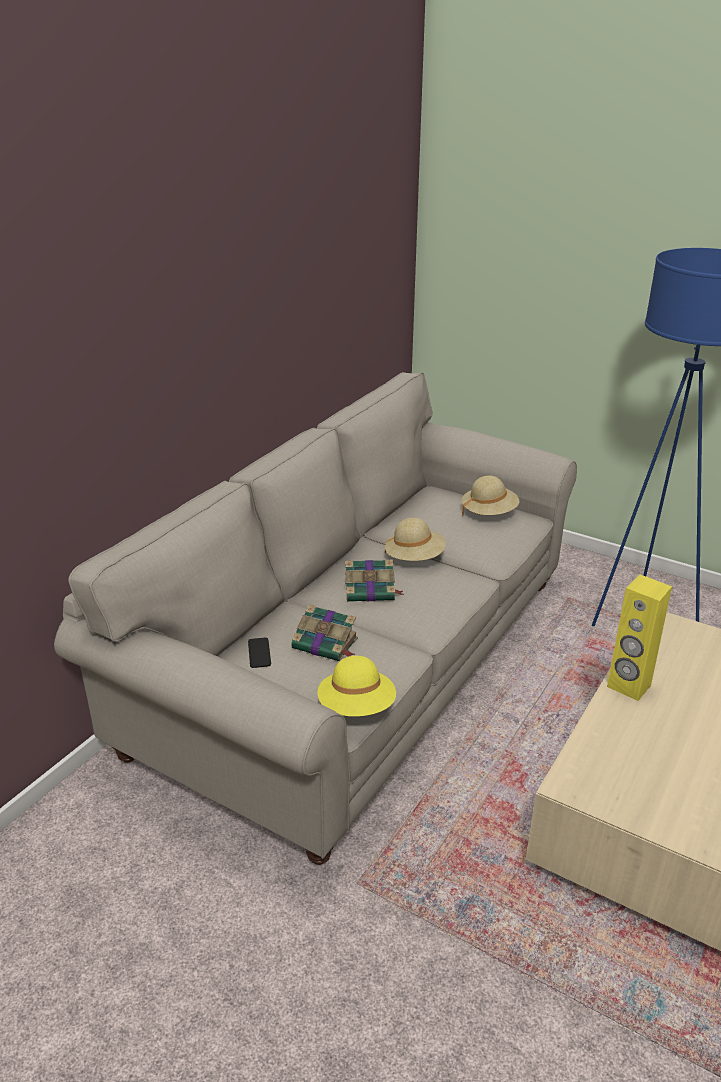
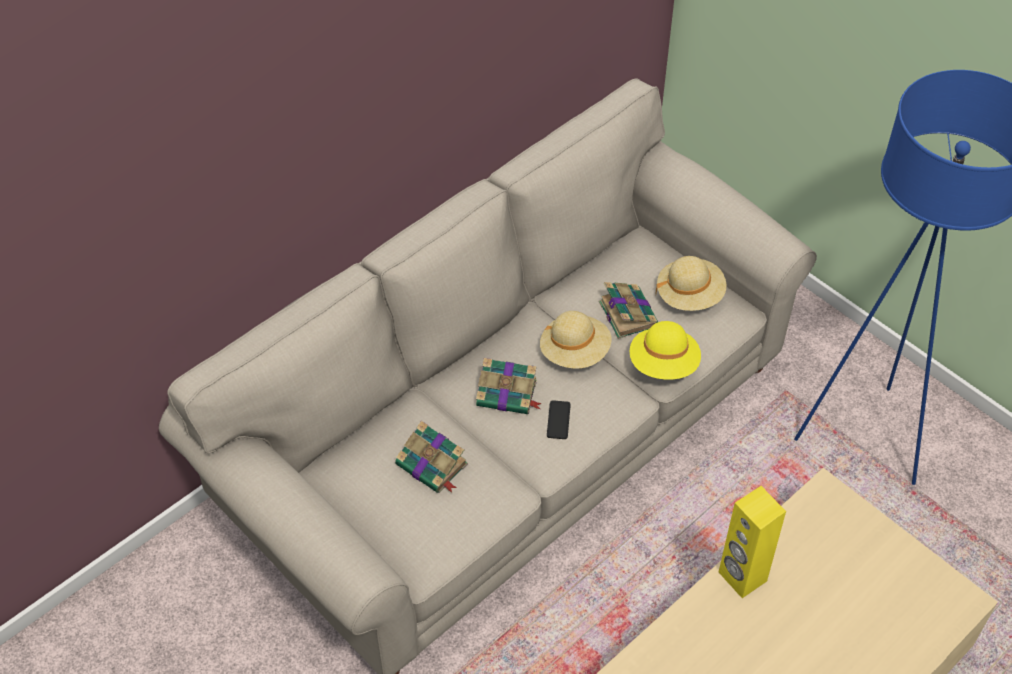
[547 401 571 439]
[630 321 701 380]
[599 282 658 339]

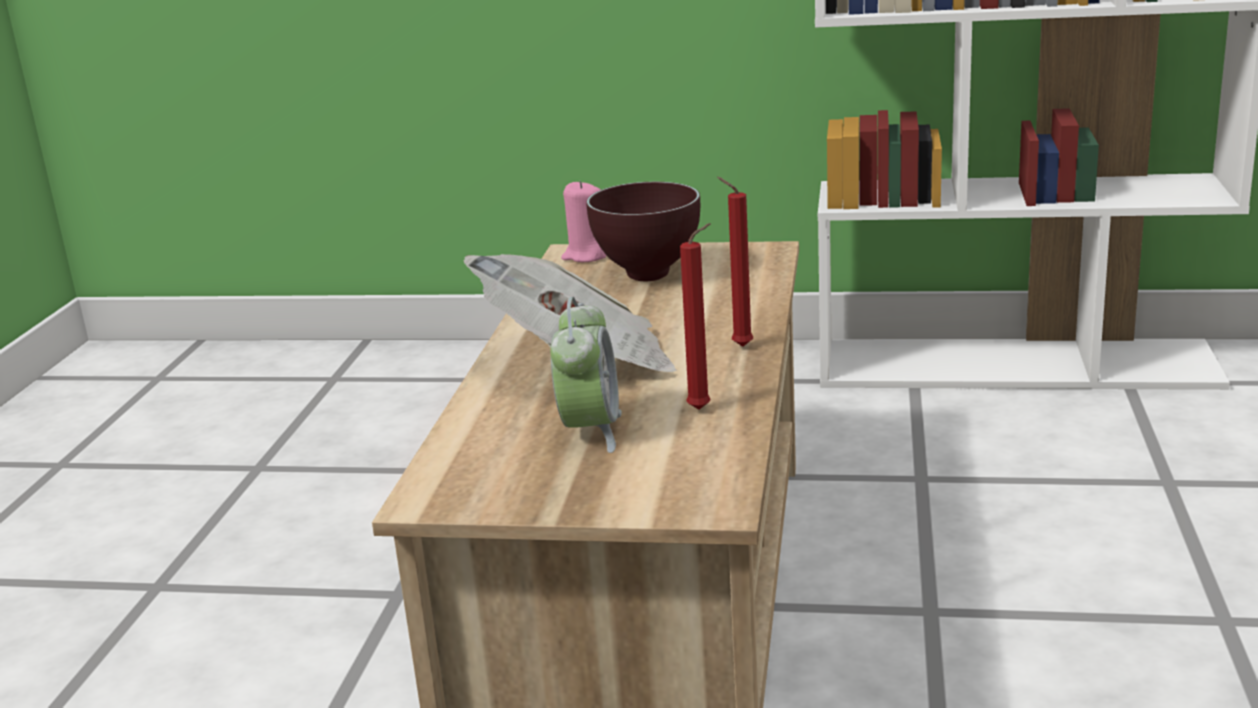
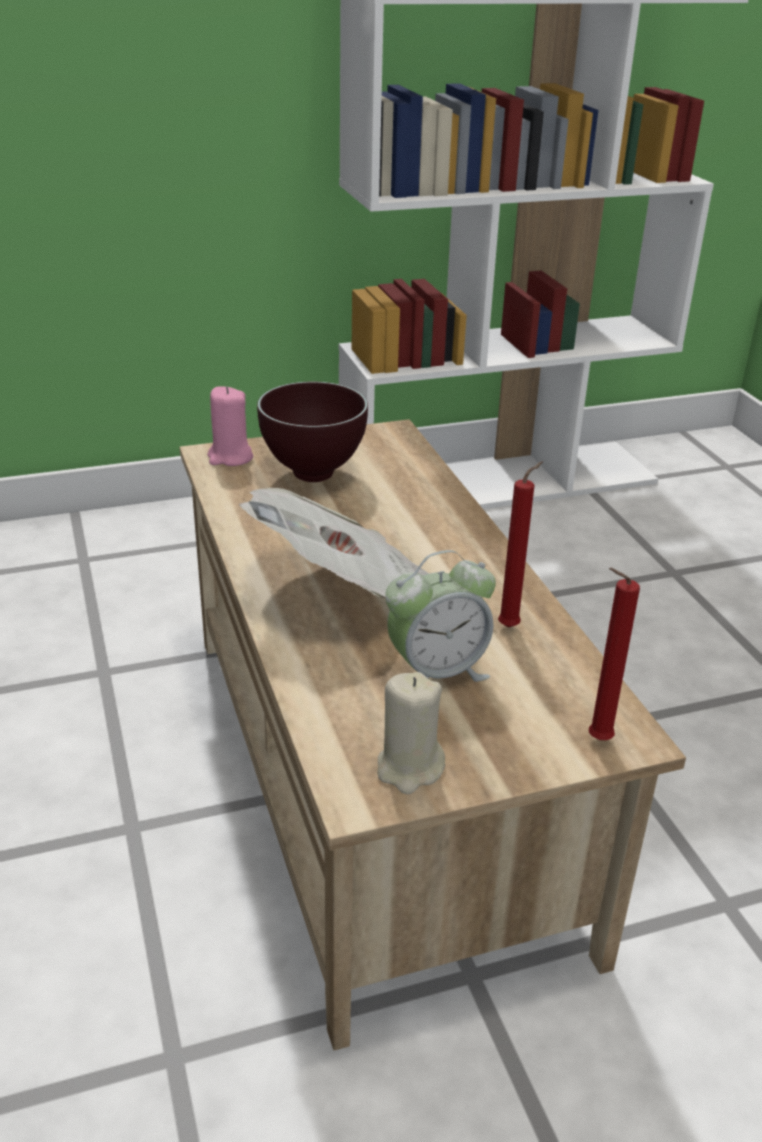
[589 568 640 740]
[385 550 496 682]
[377 672 445 794]

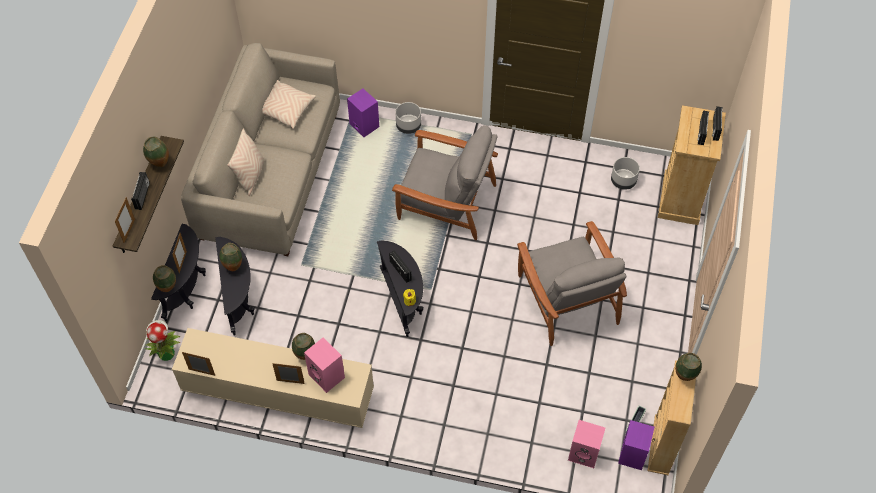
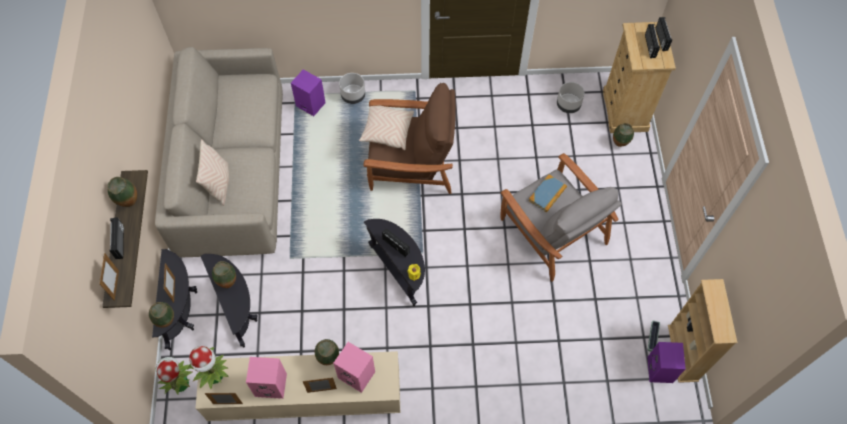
[359 105 414 150]
[364 83 456 194]
[613 123 634 147]
[246 357 287 399]
[529 174 567 212]
[187 346 229 389]

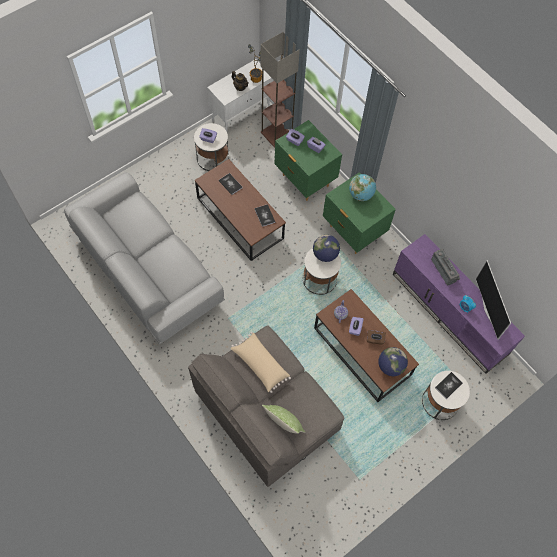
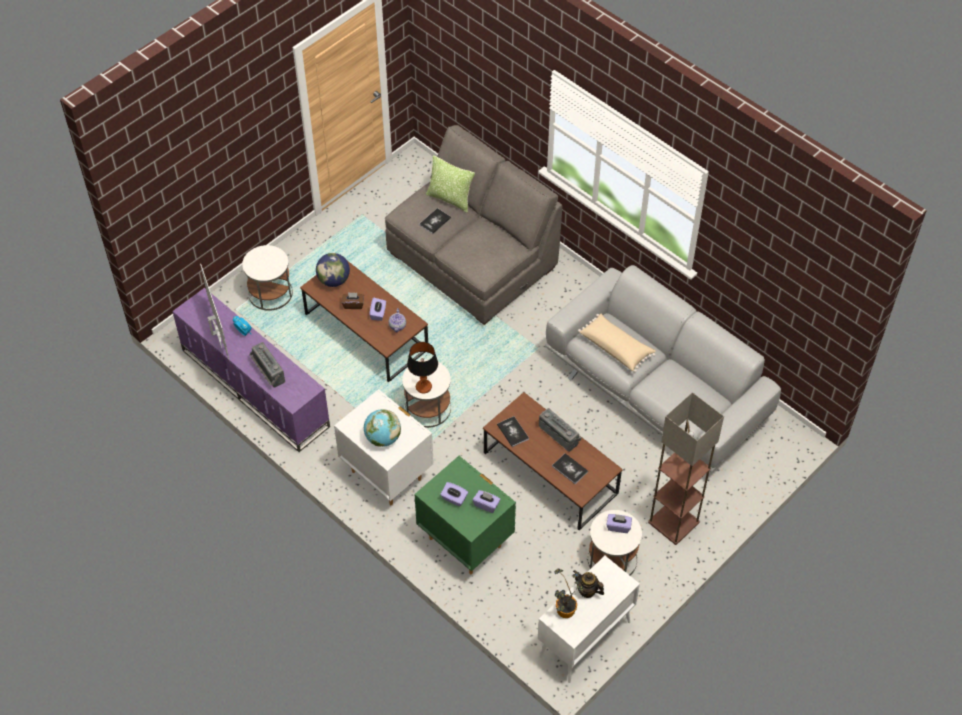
[648 392 724 545]
[334 389 434 506]
[407 342 438 393]
[578 314 656 372]
[419 208 451 234]
[539 408 582 452]

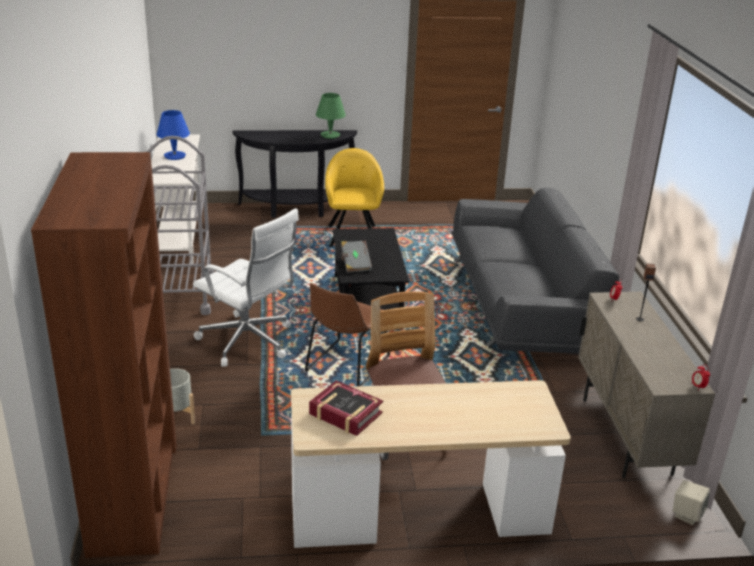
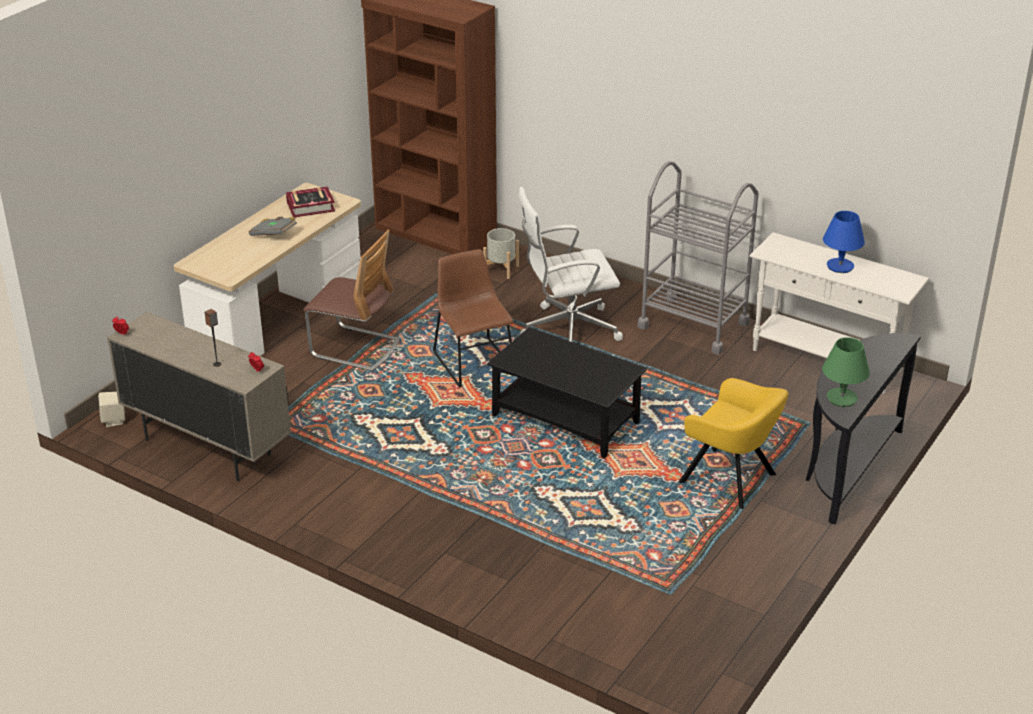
[451 188 619 354] (first image)
[249 217 297 236]

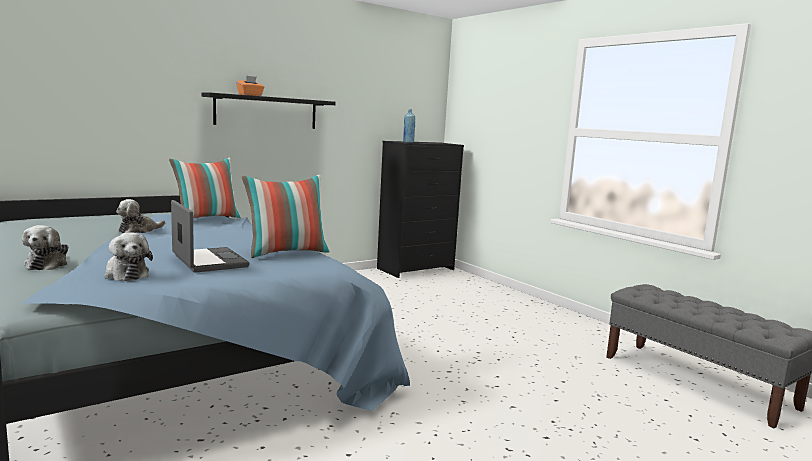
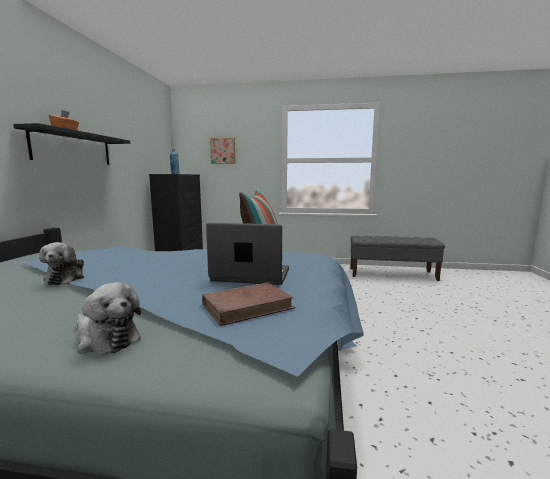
[169 158 241 218] (first image)
[202 282 295 326]
[210 138 235 164]

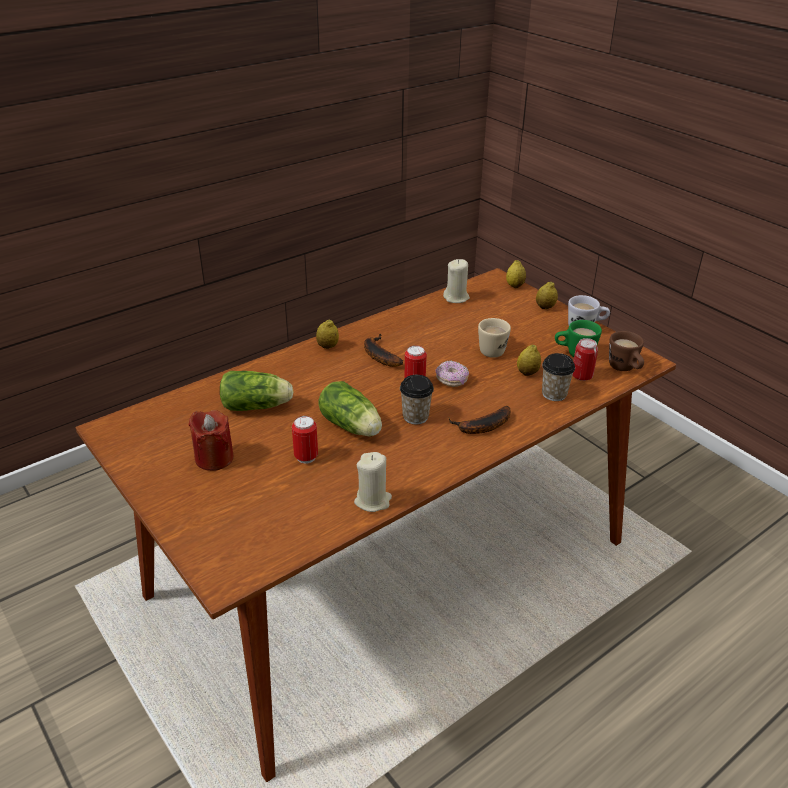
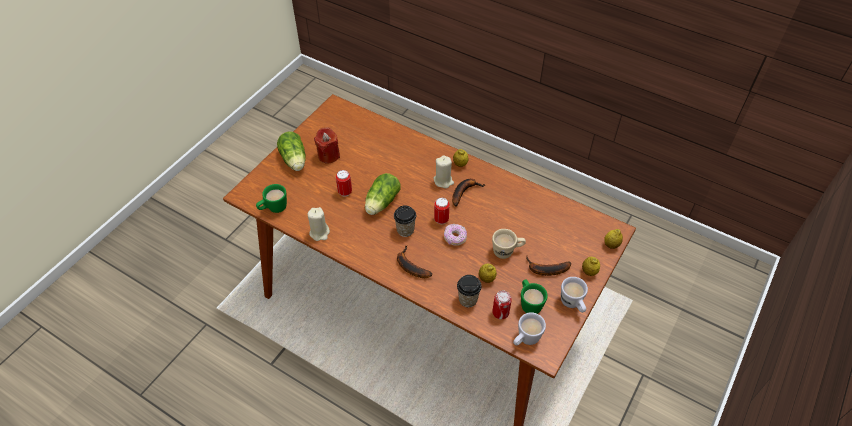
[434 155 454 188]
[513 312 546 346]
[277 131 306 171]
[256 184 287 213]
[526 255 571 276]

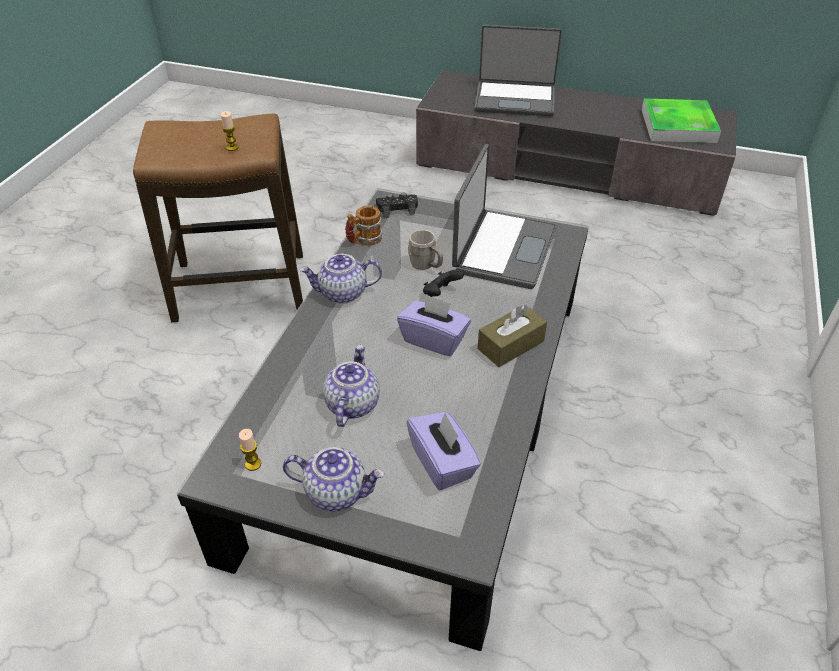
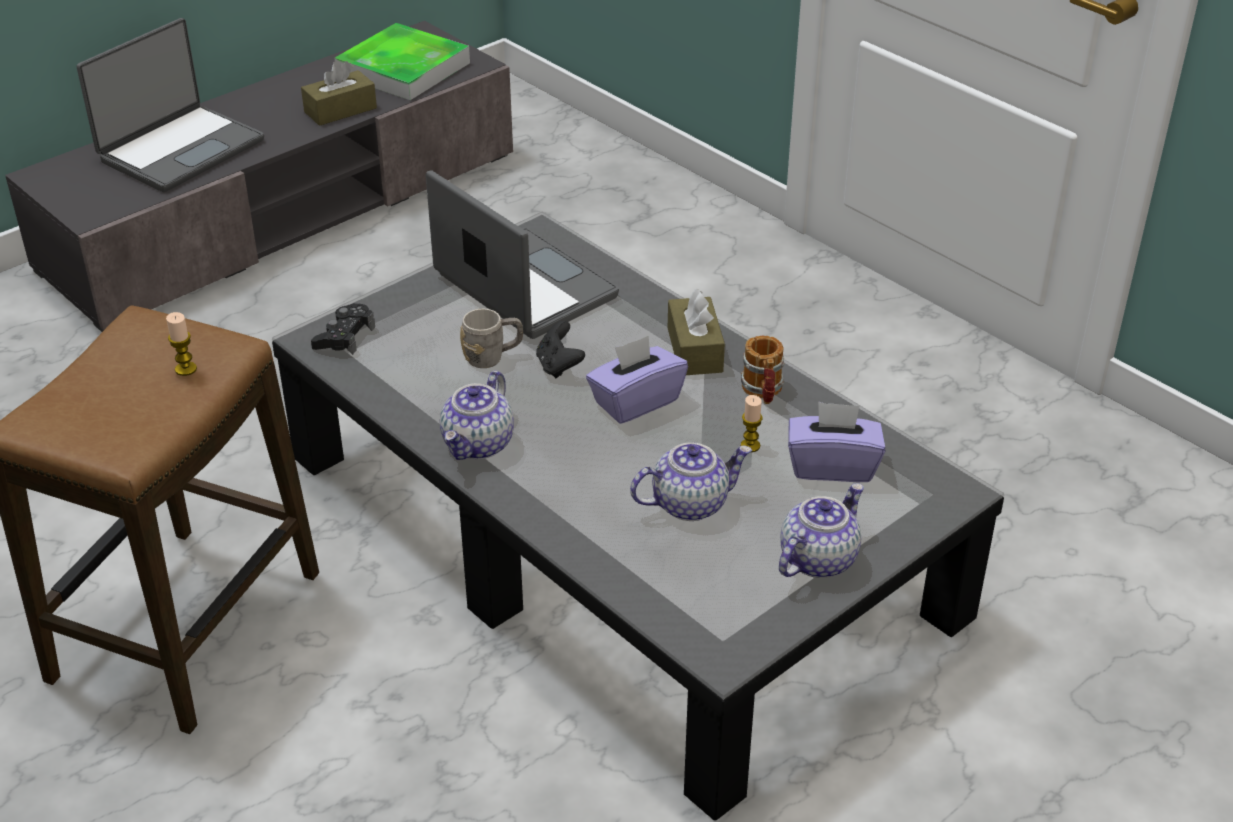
[741 335 784 404]
[630 443 752 521]
[741 395 763 452]
[301 61 377 126]

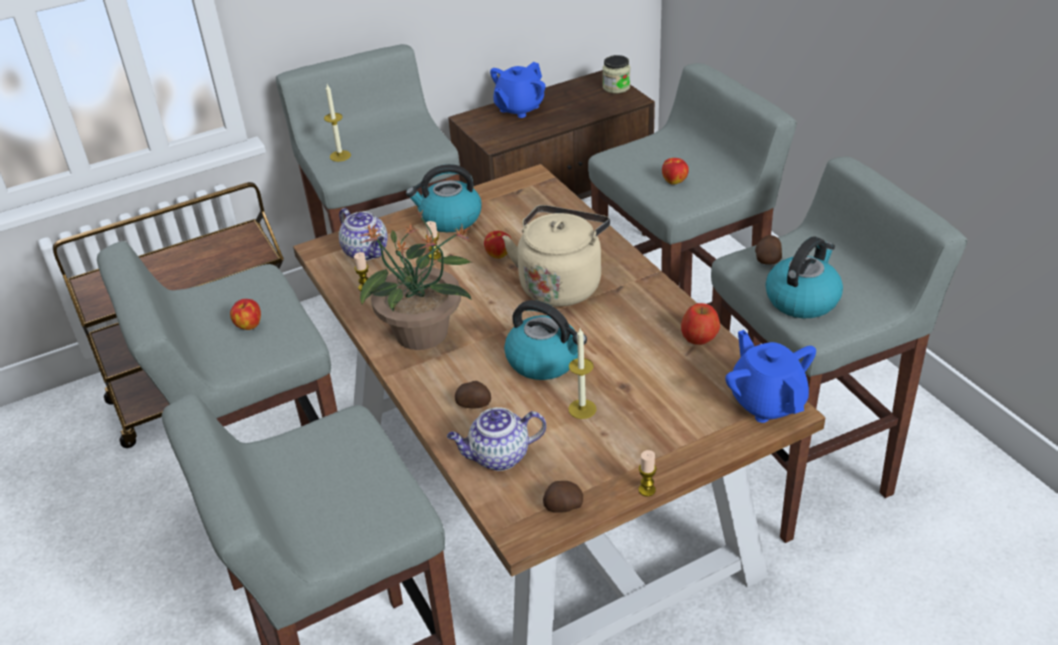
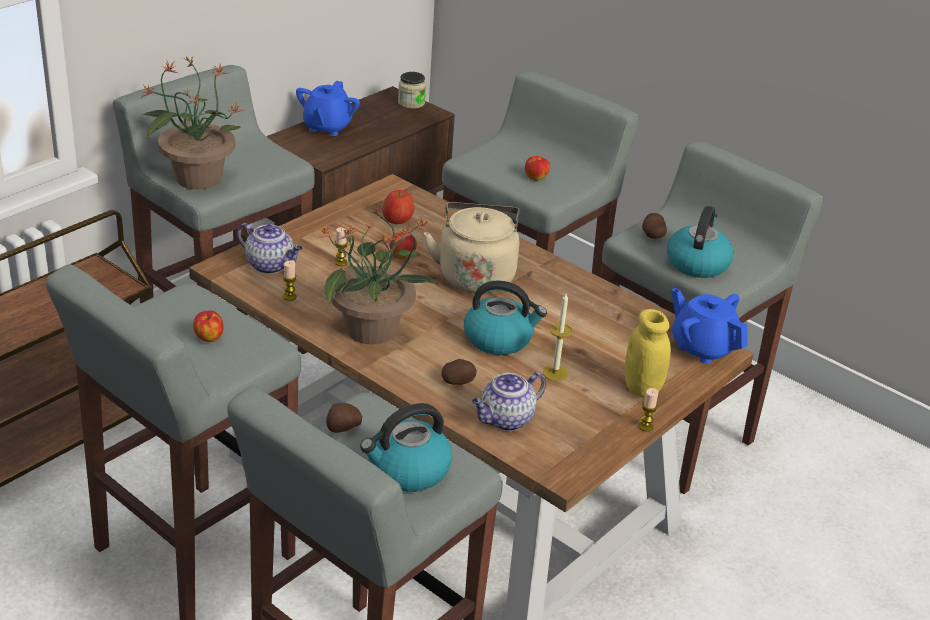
[141 56 244 189]
[360 403 452 492]
[382 190 415 224]
[326 403 362 433]
[625 309 671 398]

